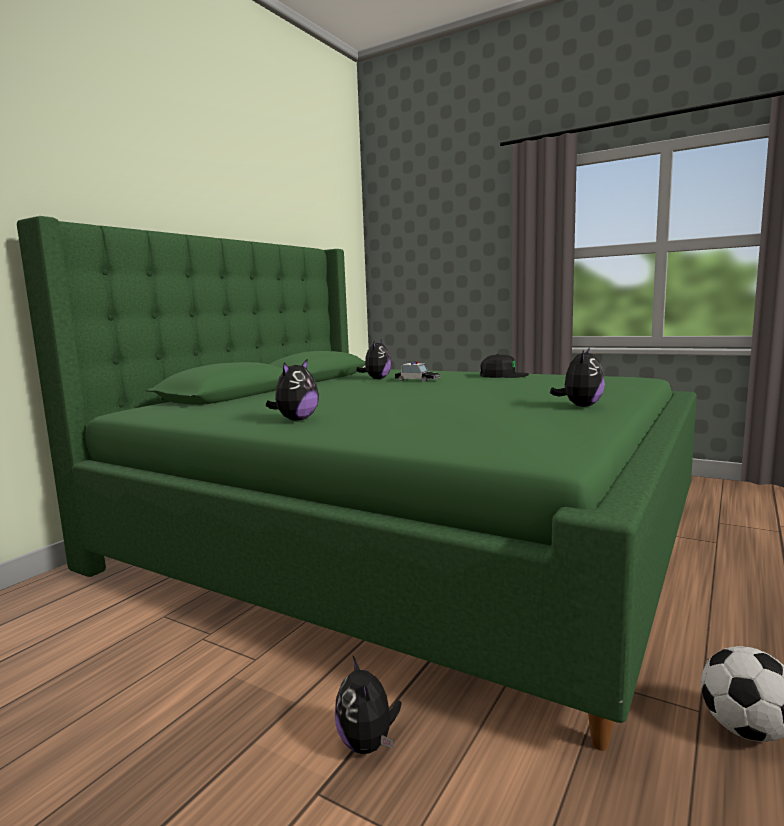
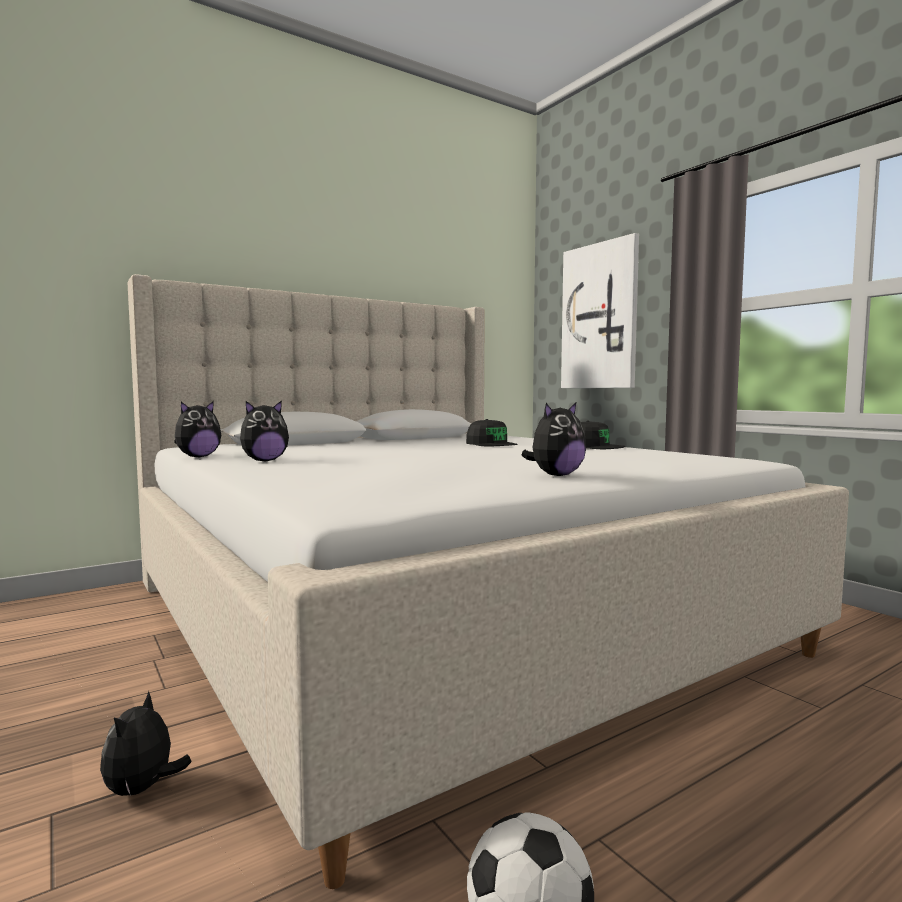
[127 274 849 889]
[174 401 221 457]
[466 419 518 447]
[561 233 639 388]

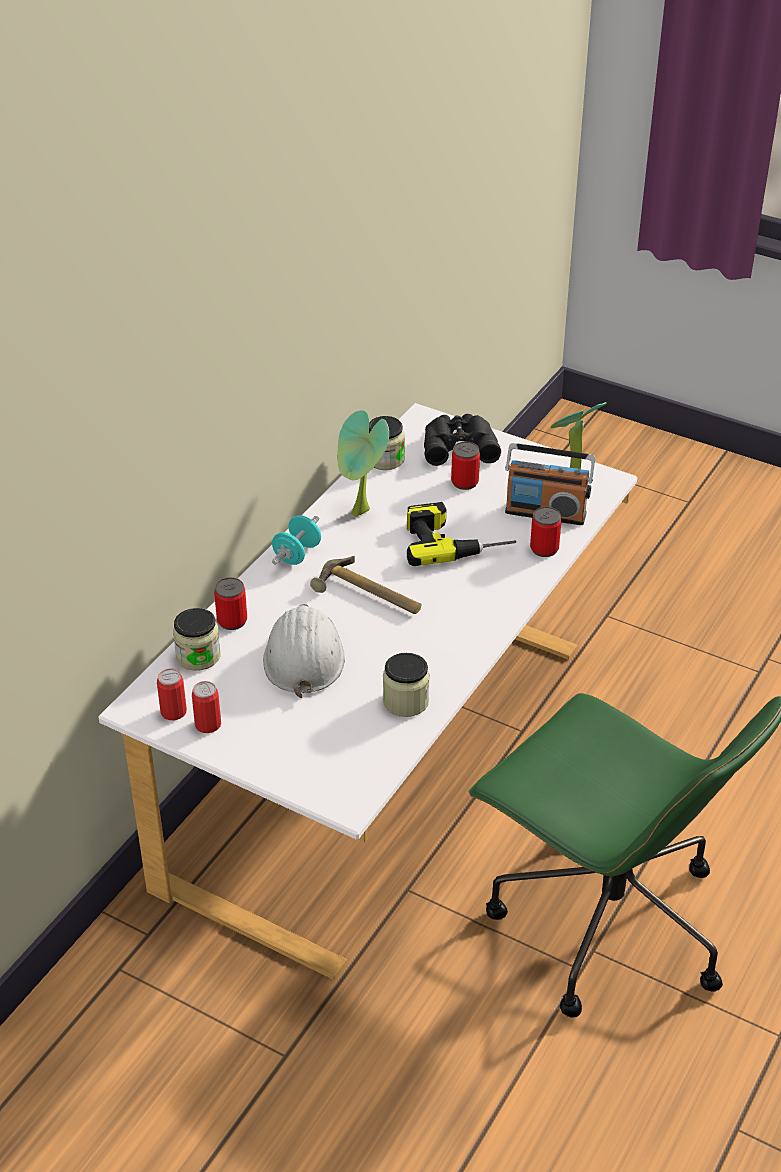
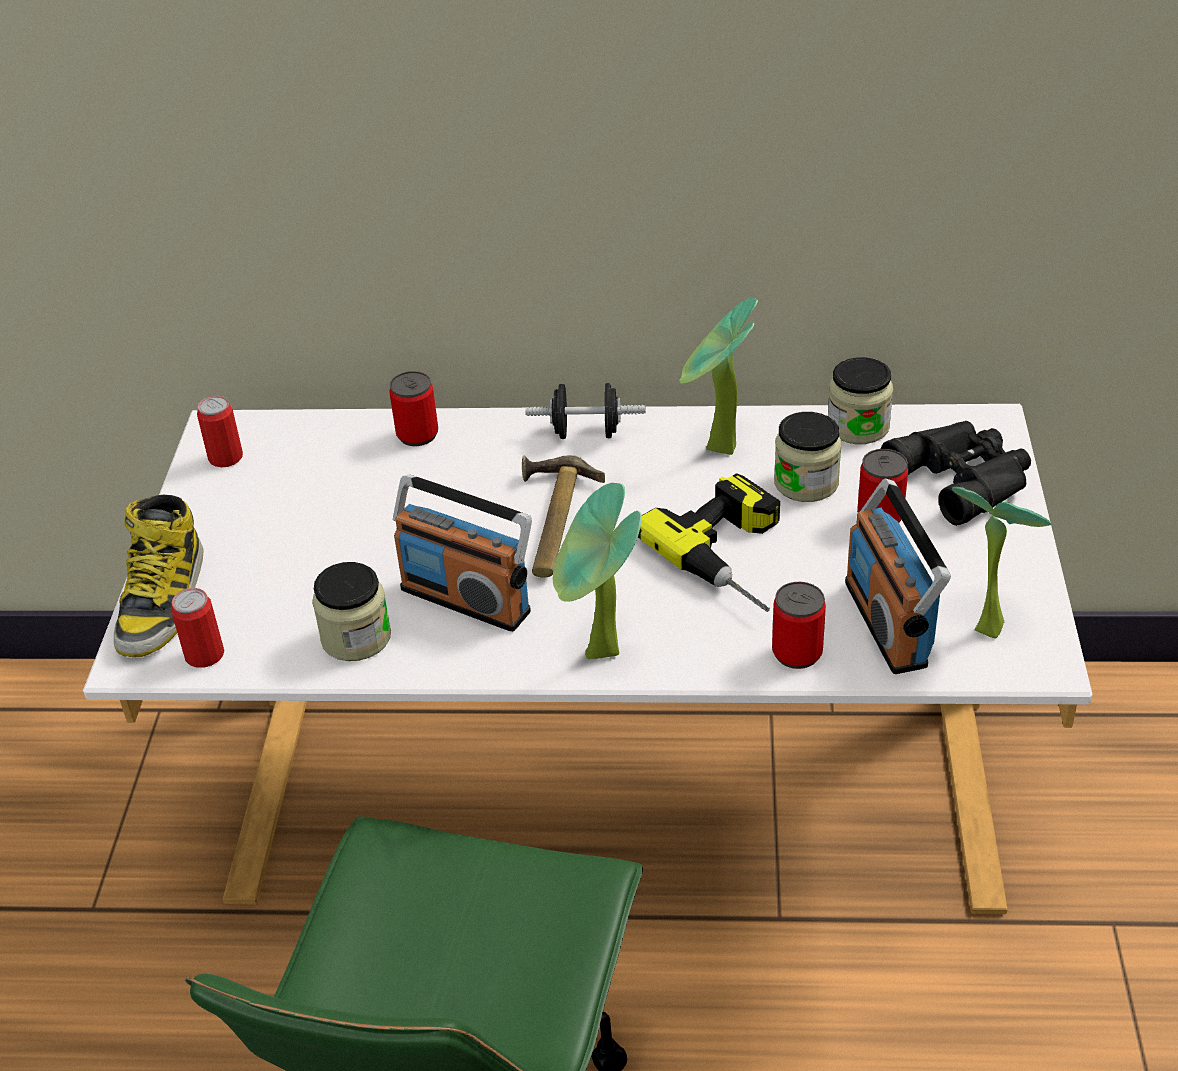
[525 383 646 439]
[263 604 345 698] (first image)
[774 412 842 502]
[171 588 224 668]
[393 475 532 632]
[553 483 642 659]
[114 495 204 657]

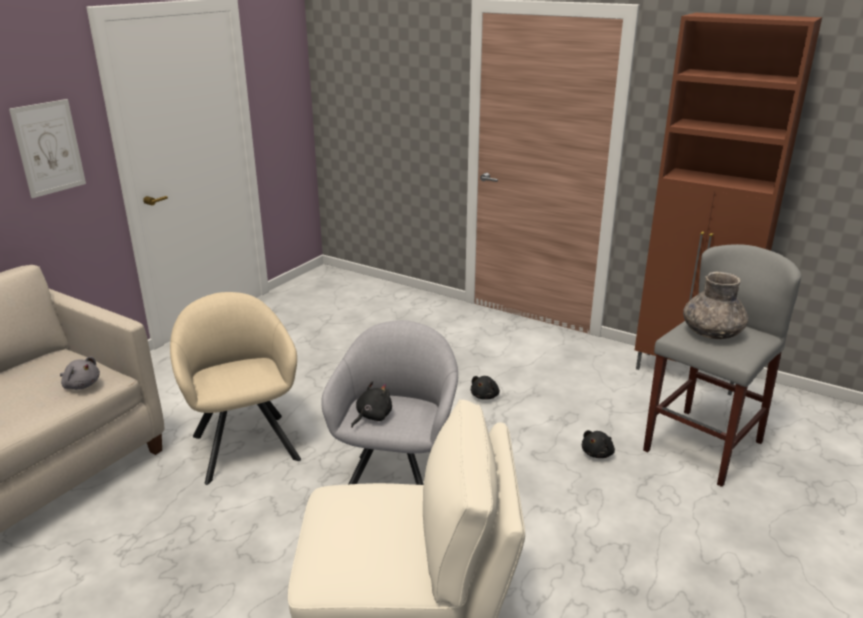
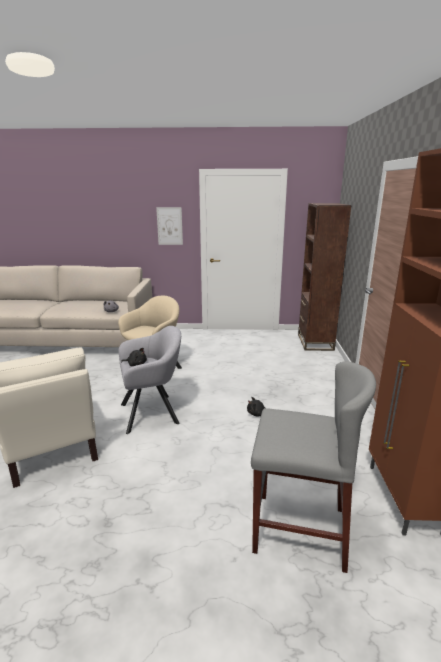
[683 271 749 339] (first image)
[581 430 615 458] (first image)
[298 203 352 351]

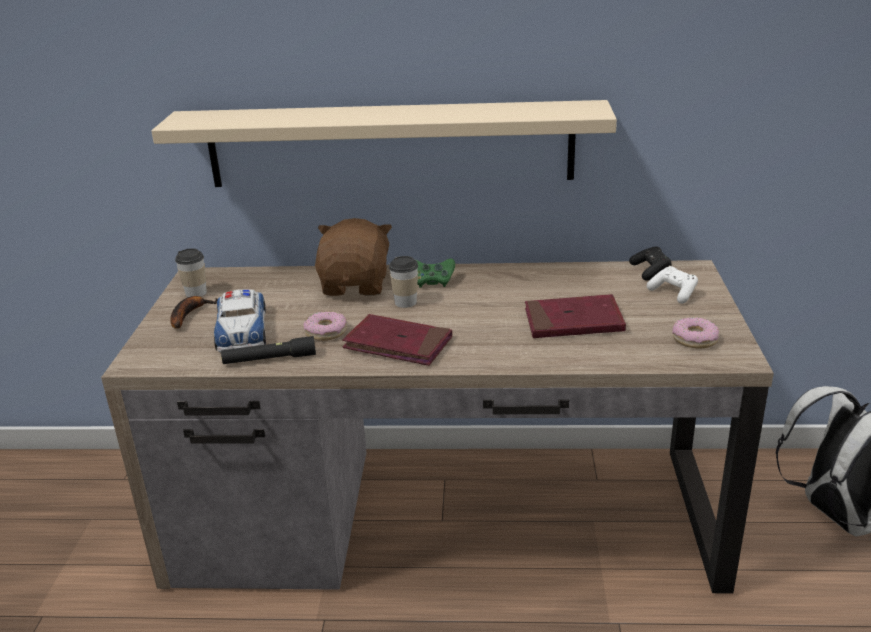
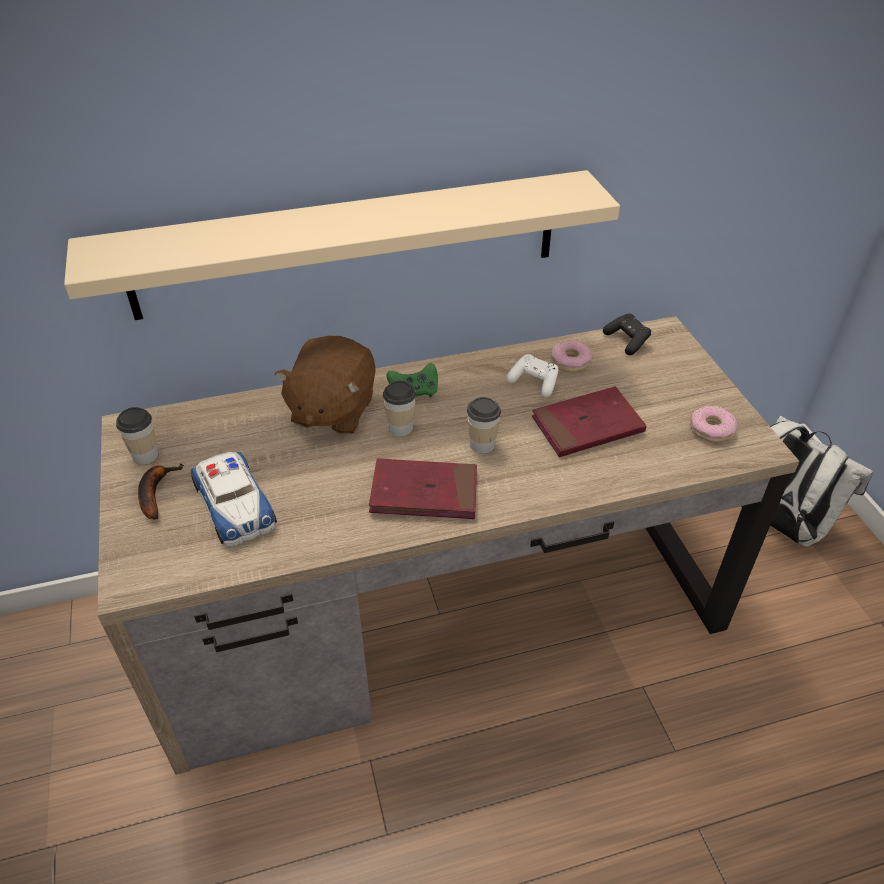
[275 336 376 435]
[506 354 559 398]
[551 340 592 372]
[221 336 316 364] (first image)
[467 397 501 454]

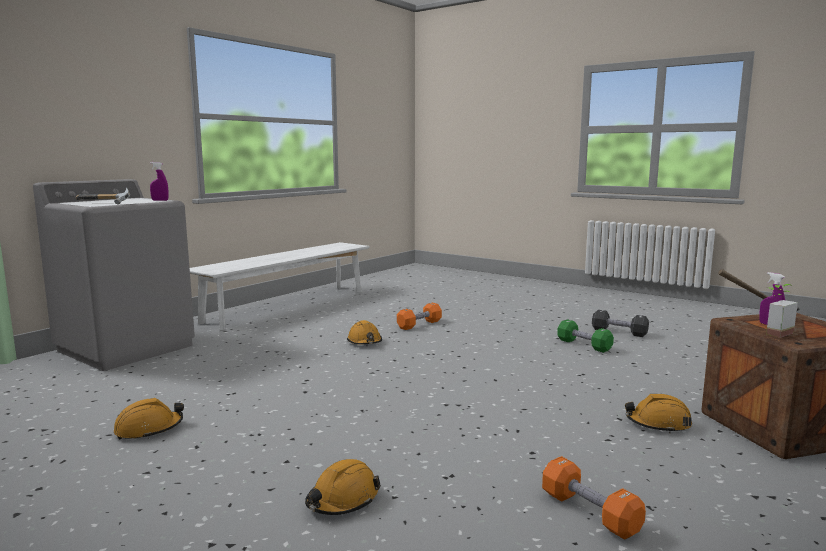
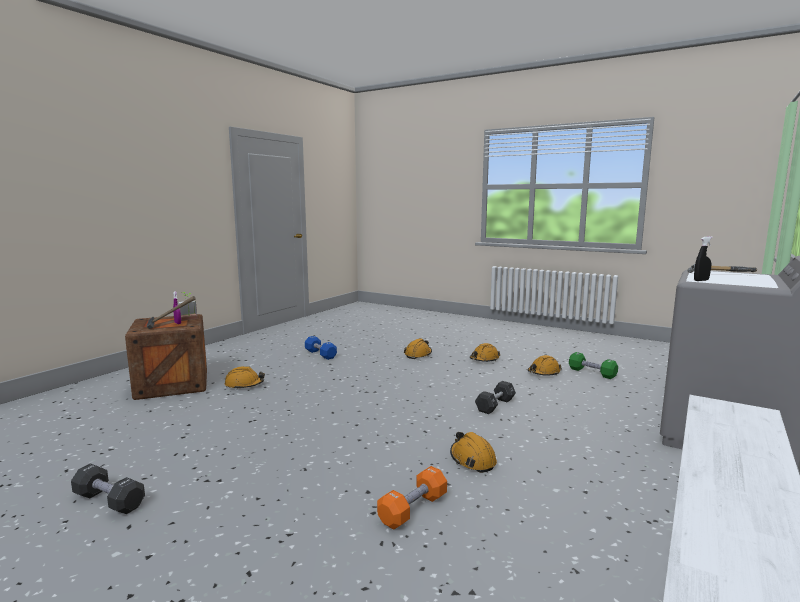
[694 236 713 281]
[569 352 618 379]
[305 336 337 360]
[470 343 500 362]
[475 381 516 414]

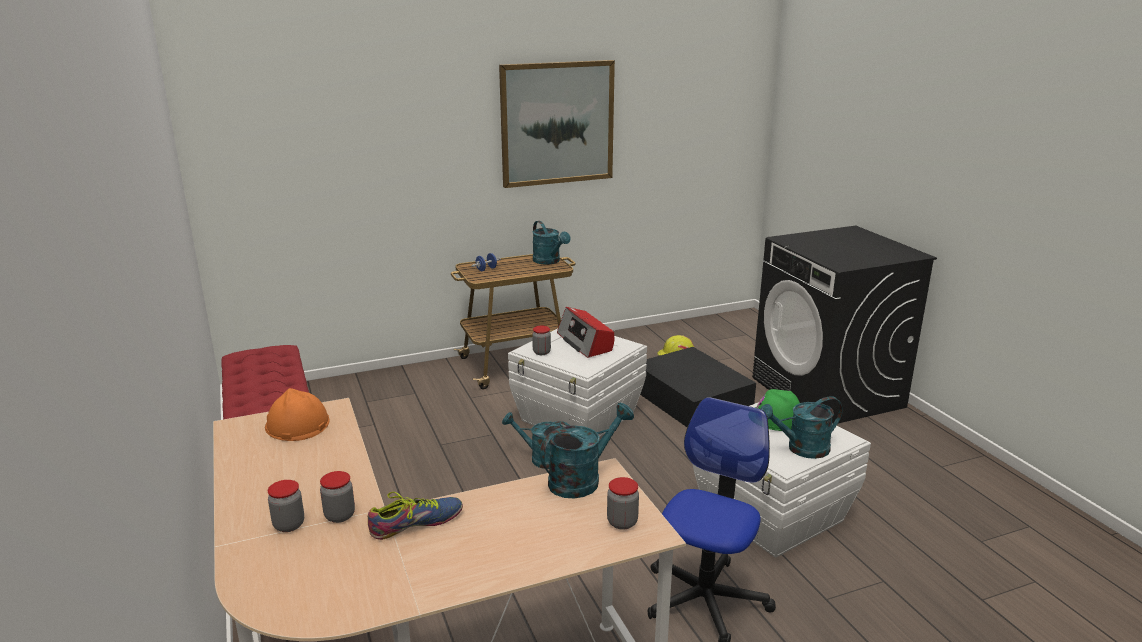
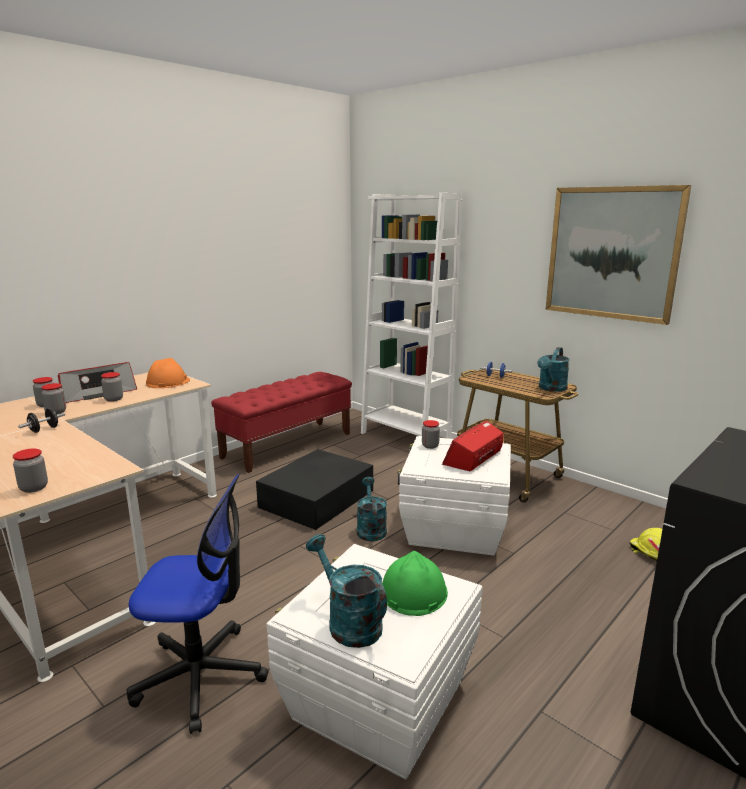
[256 449 373 530]
[540 403 634 498] (first image)
[18 408 65 433]
[361 193 463 439]
[58 362 137 403]
[101 372 123 402]

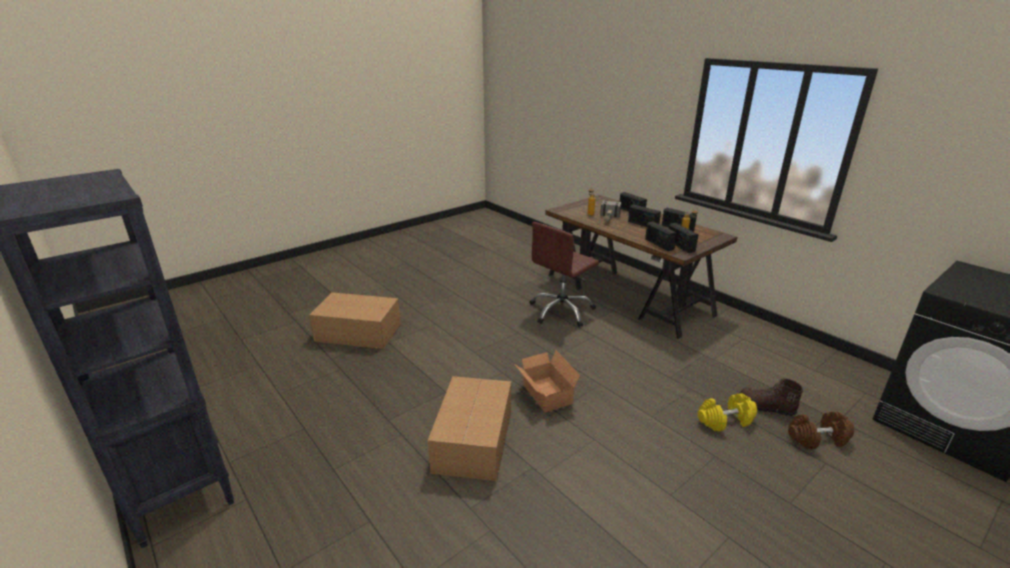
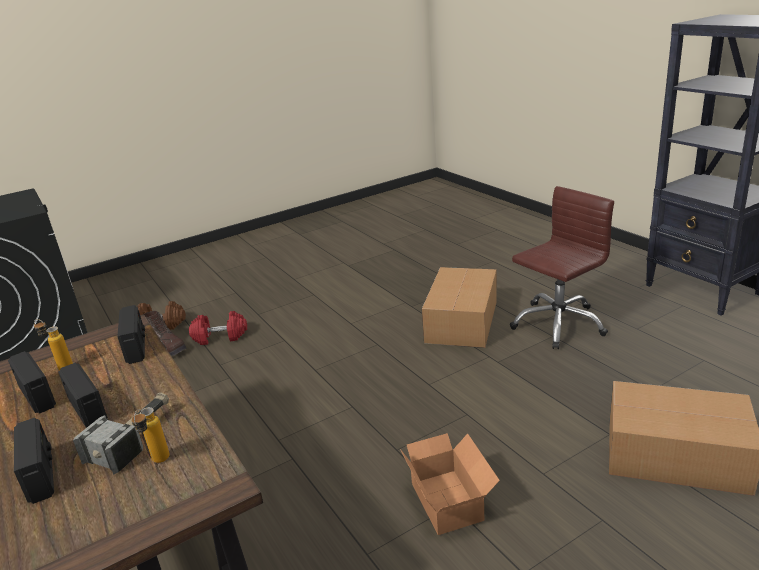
[510 186 614 349]
[668 223 699 253] (first image)
[400 433 500 535]
[189 311 247 345]

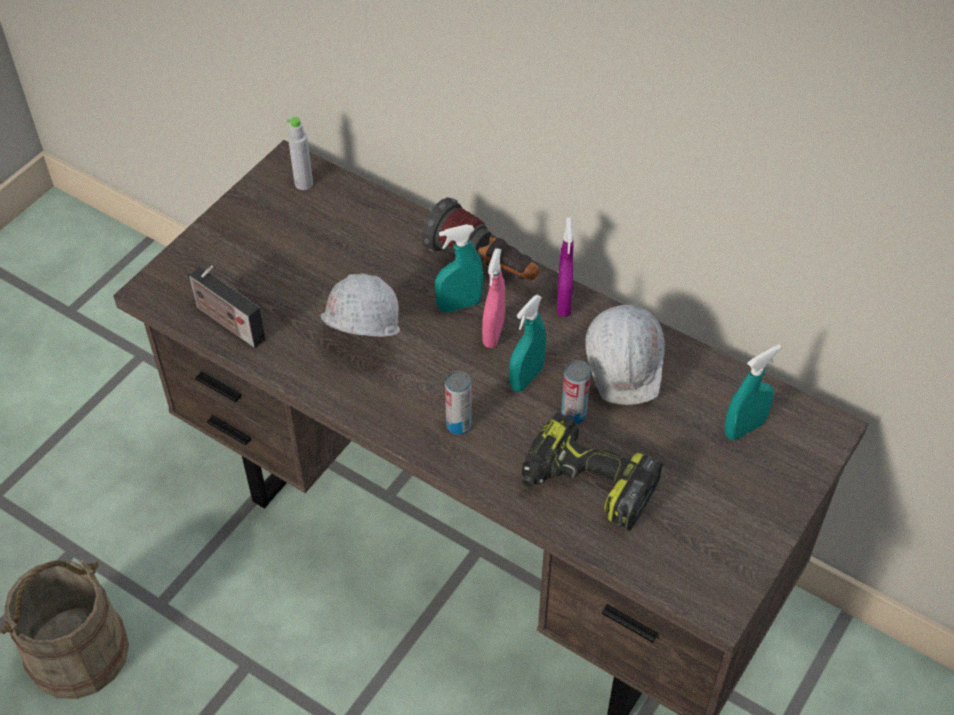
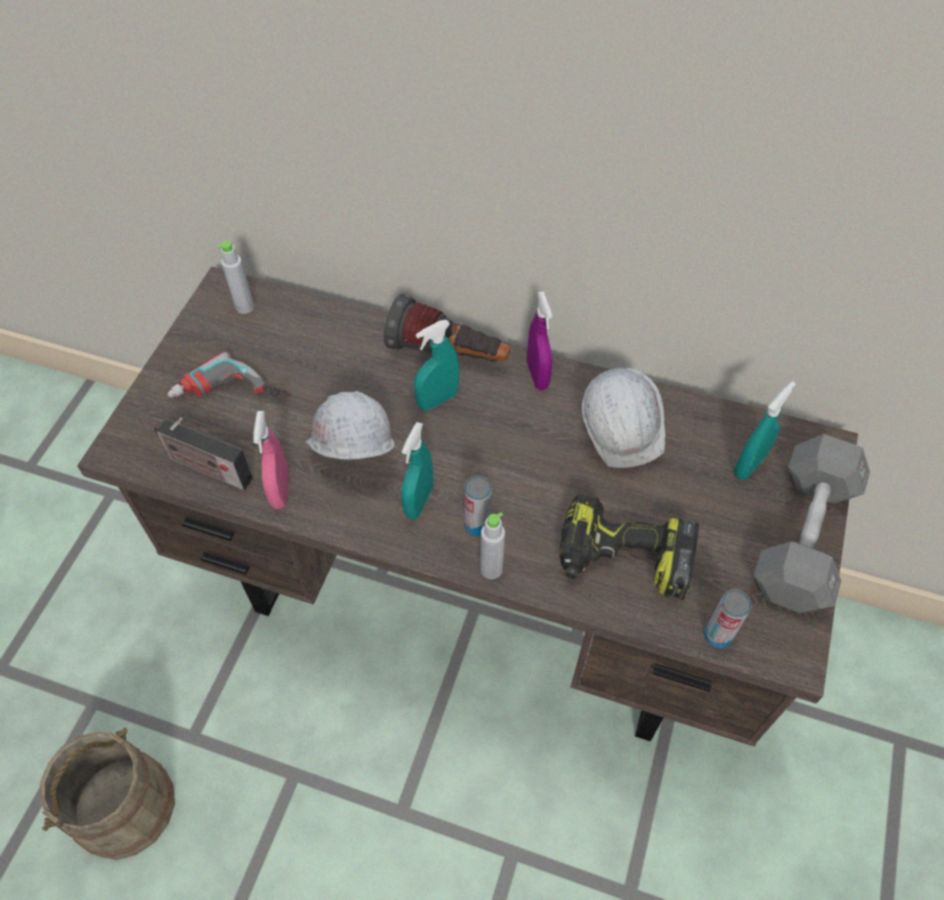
[253 411 289 509]
[401 422 433 519]
[704 589 752 648]
[167 352 291 398]
[754 434 870 613]
[480 512 505 579]

